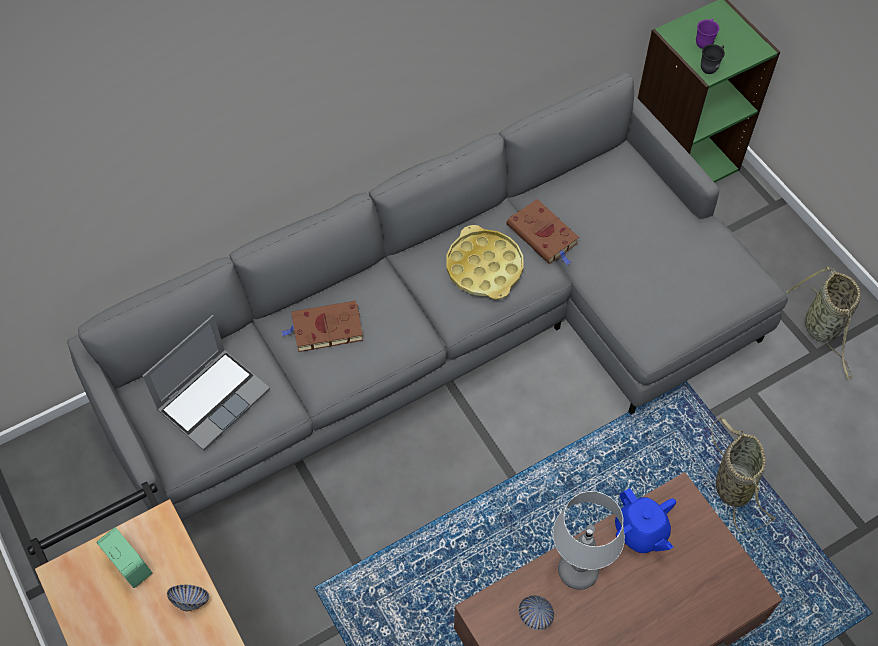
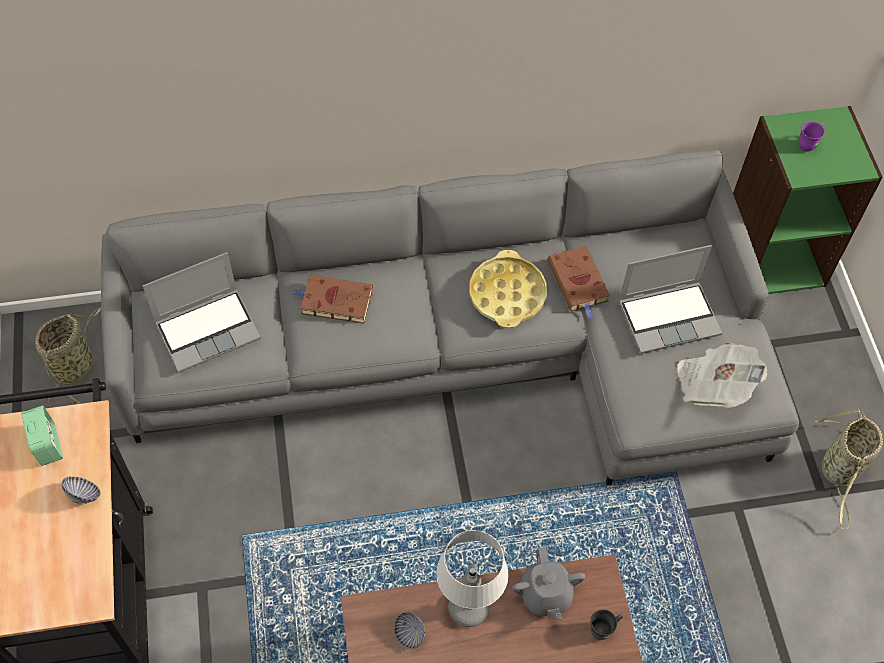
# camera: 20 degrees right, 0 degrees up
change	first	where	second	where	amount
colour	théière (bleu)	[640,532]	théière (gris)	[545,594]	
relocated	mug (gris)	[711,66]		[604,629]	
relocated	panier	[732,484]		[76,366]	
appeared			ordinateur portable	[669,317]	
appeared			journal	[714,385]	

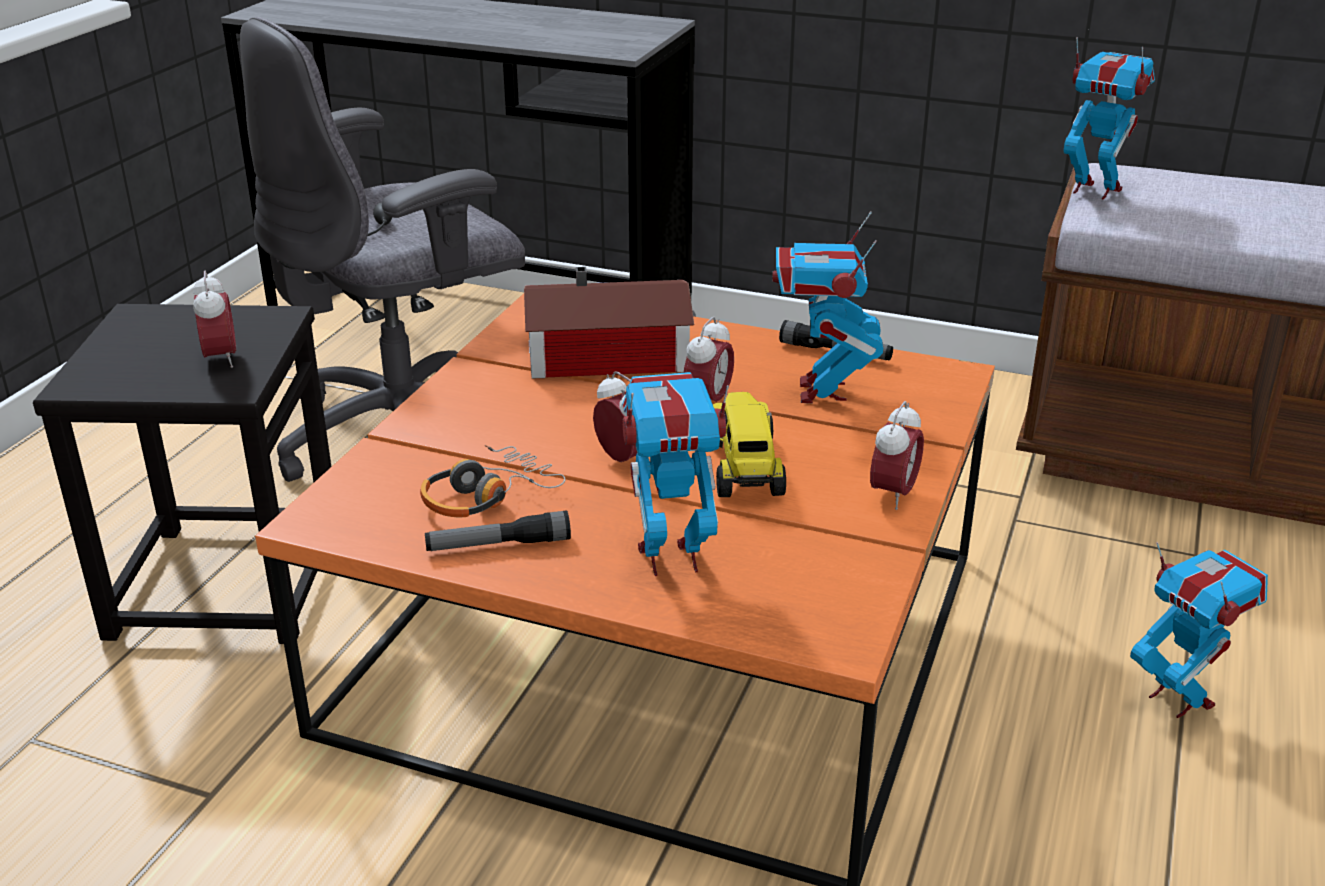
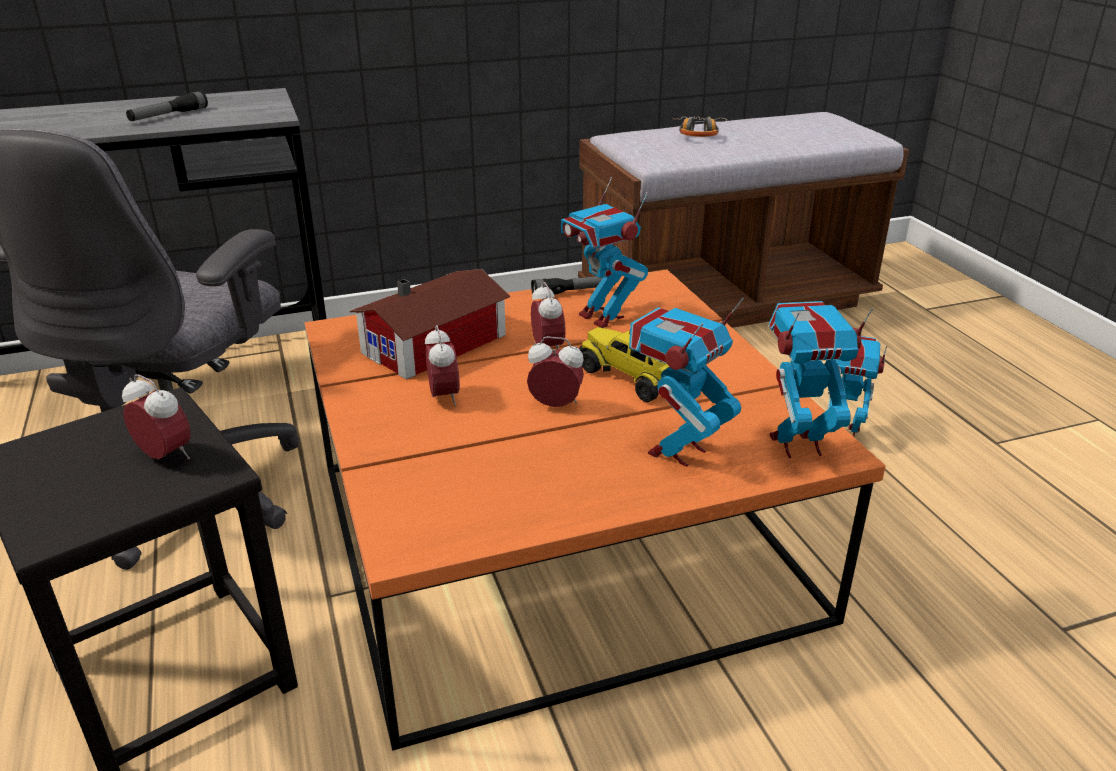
# camera: 40 degrees left, 0 degrees up
change	first	where	second	where	amount
relocated	casque audio	[487,495]		[698,134]	
relocated	lampe de poche	[498,545]		[168,115]	
relocated	réveil	[893,494]		[444,397]	
relocated	robot jouet	[1094,190]		[797,444]	

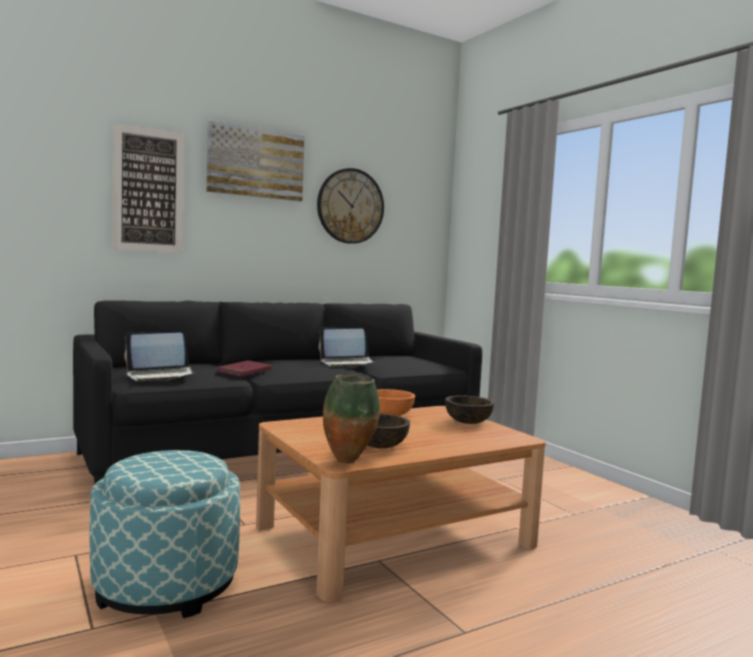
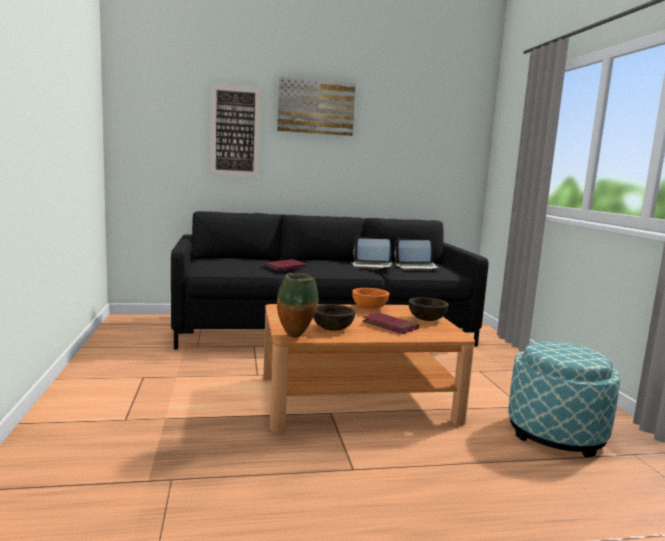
# camera: 20 degrees right, 5 degrees up
change	first	where	second	where	amount
relocated	pouf	[166,585]		[556,433]	
relocated	ordinateur portable	[160,375]		[416,267]	
missing	horloge murale	[350,206]			
appeared			livre (rouge)	[390,326]	

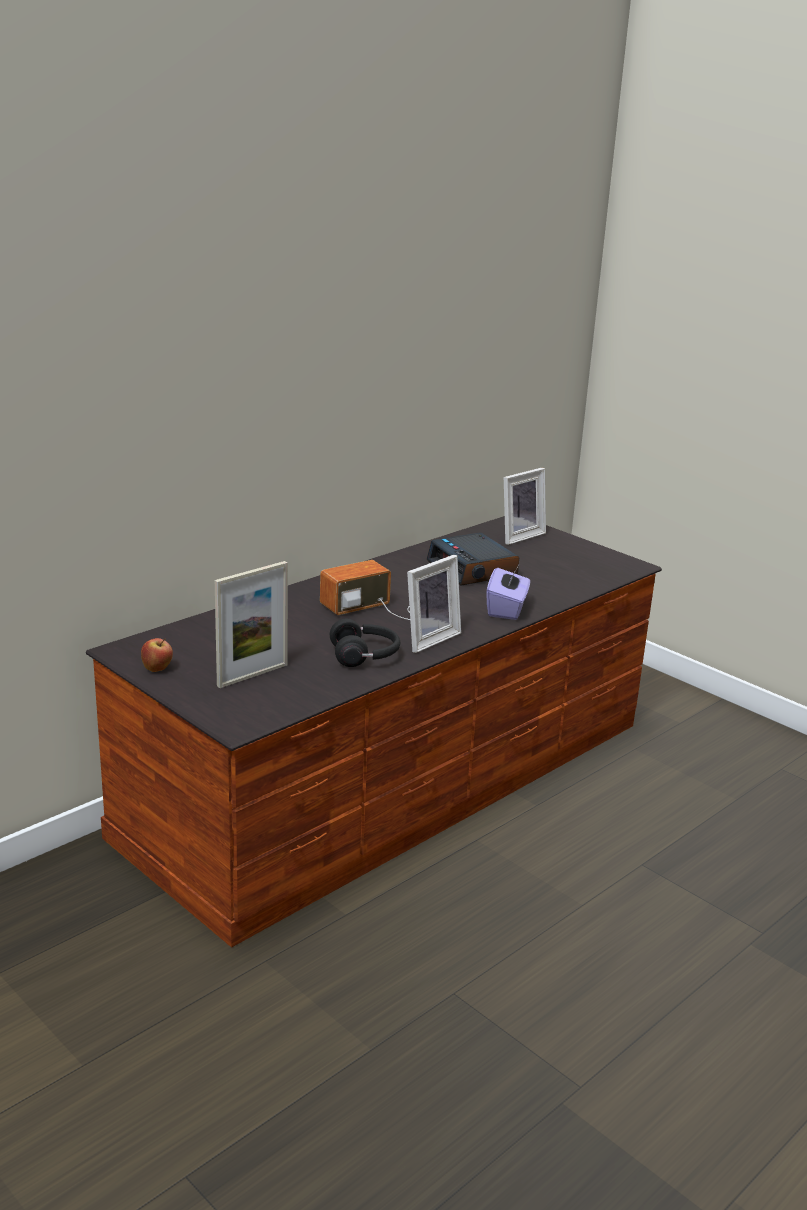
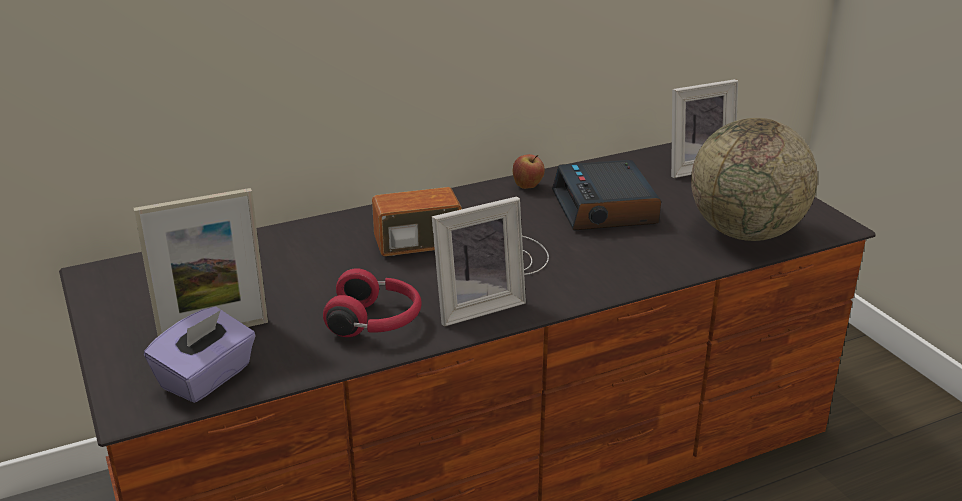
# camera: 20 degrees right, 5 degrees up
change	first	where	second	where	amount
relocated	pomme	[157,669]		[528,186]	
colour	casque audio (noir)	[365,656]	casque audio (rouge)	[376,322]	
relocated	boîte à mouchoirs (violet)	[507,609]		[207,378]	
appeared			globe	[745,233]	

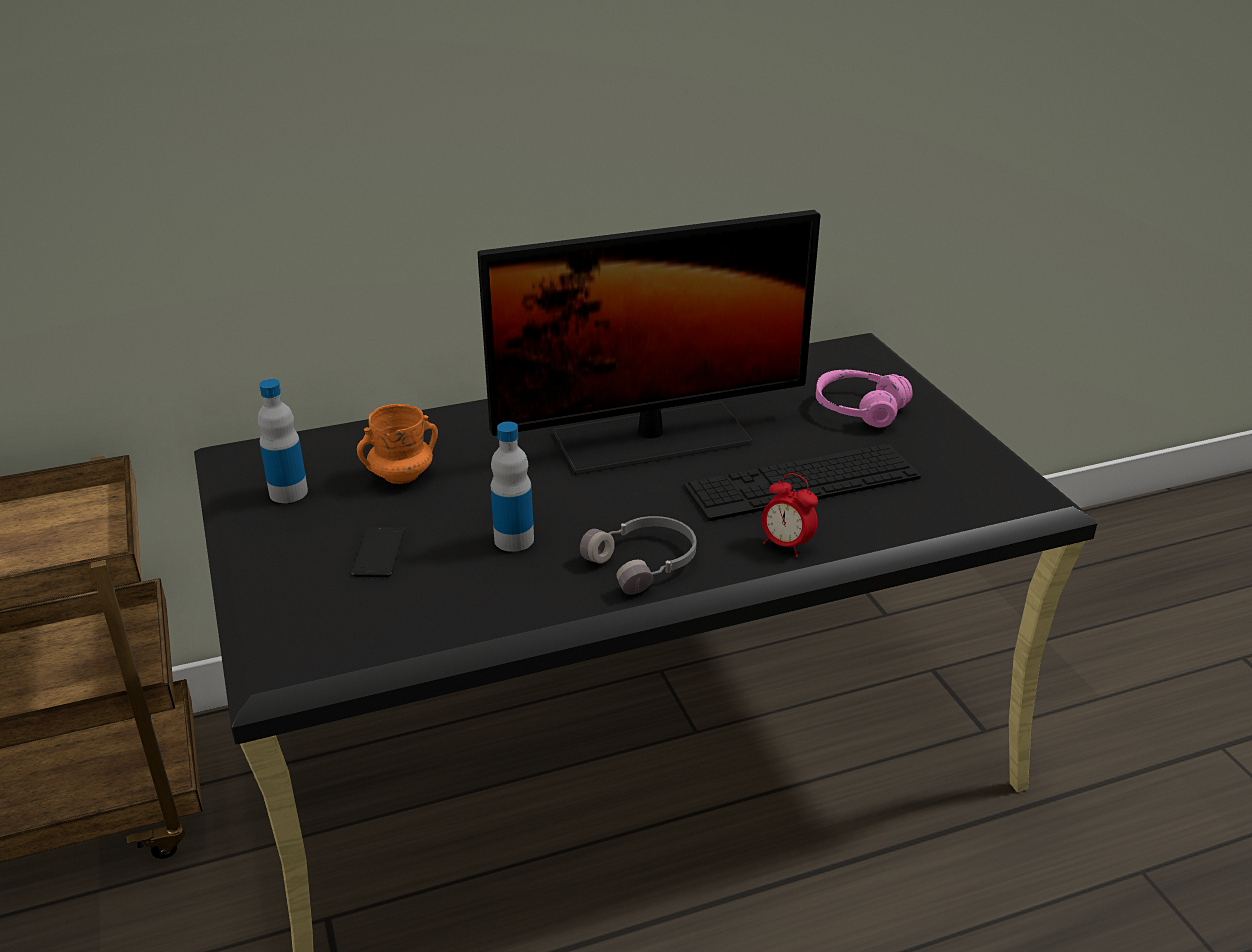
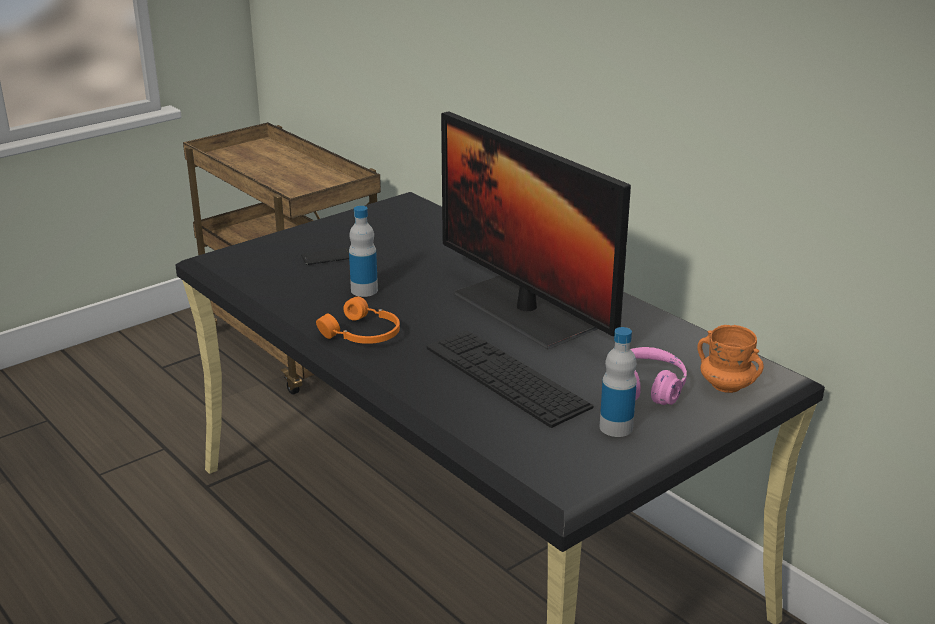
# camera: 70 degrees right, 5 degrees down
change	first	where	second	where	amount
relocated	bouteille	[288,492]		[616,427]	
relocated	mug (orange)	[401,476]		[726,386]	
colour	casque audio (gris)	[645,563]	casque audio (orange)	[362,335]	
missing	réveil	[786,545]			

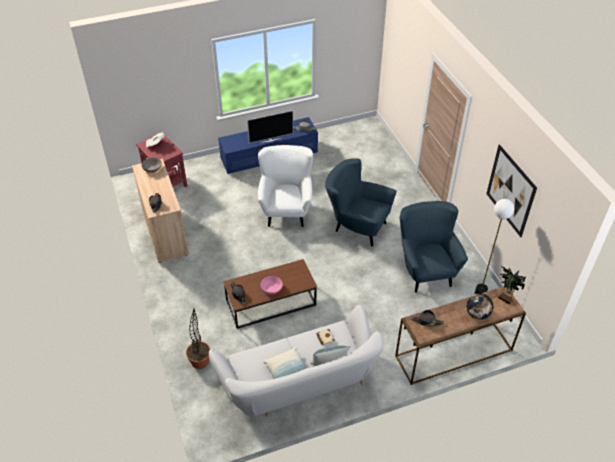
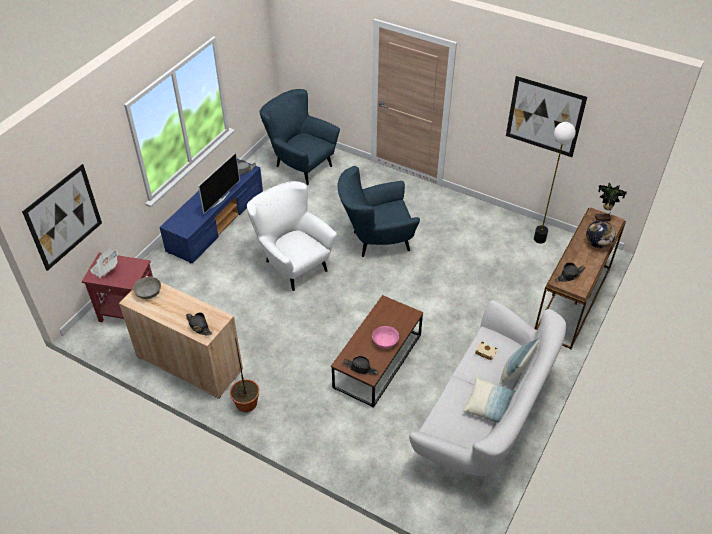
# camera: 40 degrees left, 0 degrees up
change	first	where	second	where	amount
relocated	plante en pot	[200,361]		[246,403]	
relocated	fauteuil (bleu)	[425,269]		[300,165]	
appeared			tableau	[64,217]	

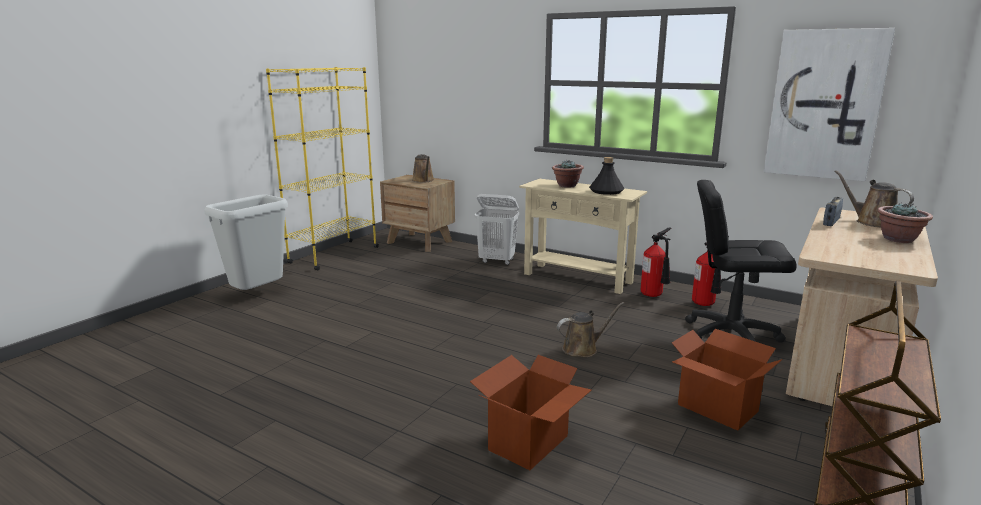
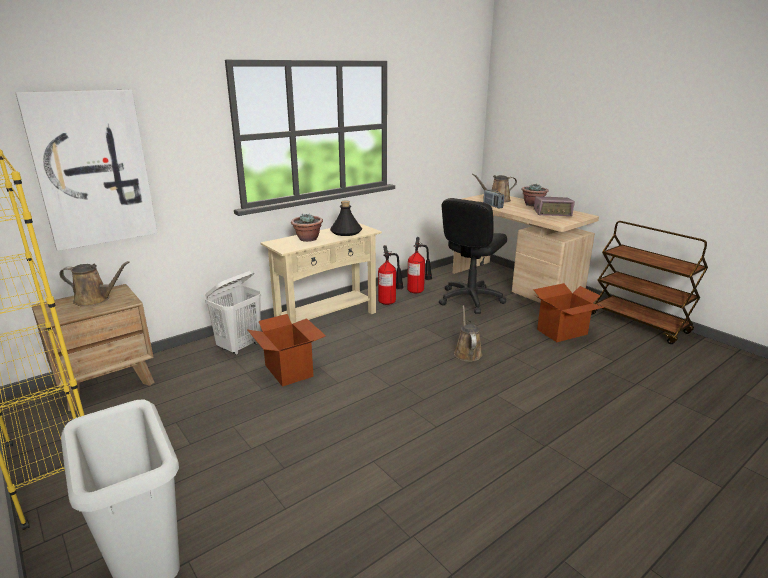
# camera: 70 degrees left, 5 degrees up
change	first	where	second	where	amount
relocated	carton	[529,443]		[289,370]	
relocated	tableau	[824,105]		[93,169]	
appeared			radio	[552,214]	

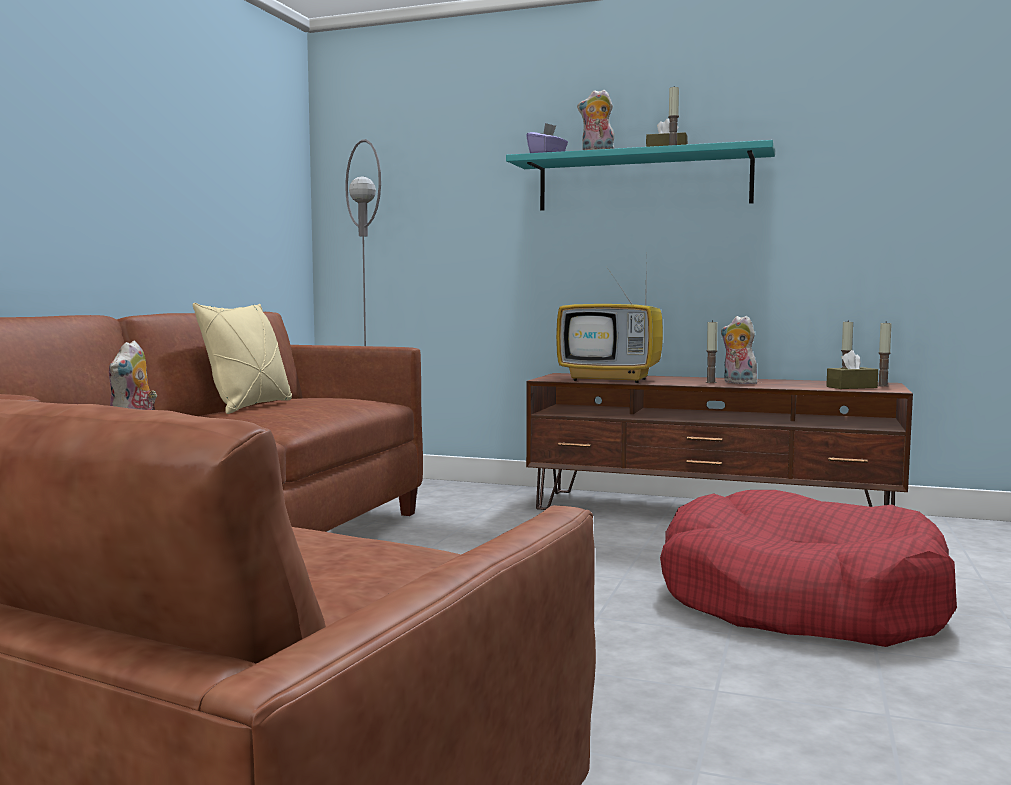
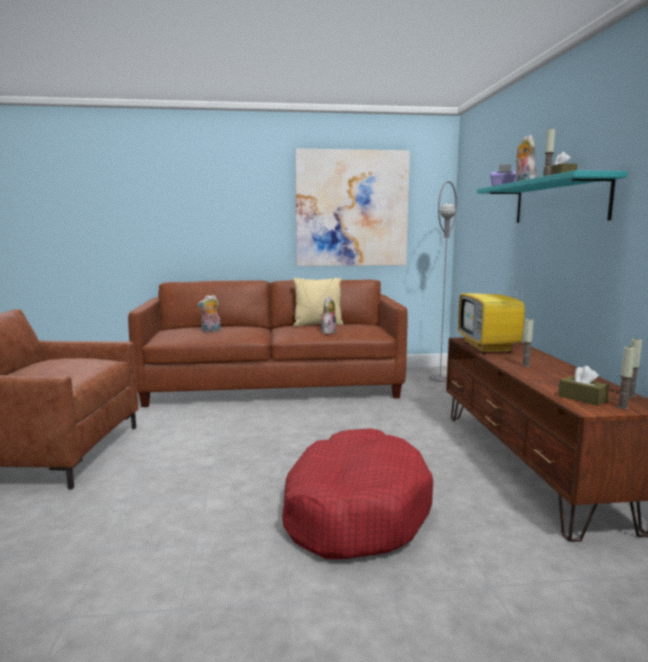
# camera: 65 degrees right, 5 degrees up
change	first	where	second	where	amount
relocated	peluche	[737,383]		[328,332]	
appeared			tableau	[351,209]	

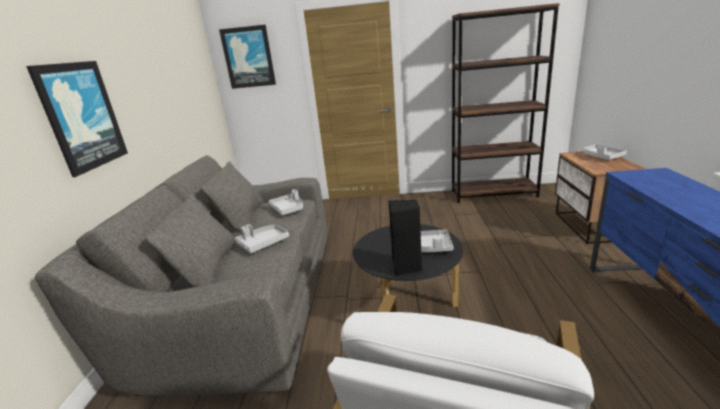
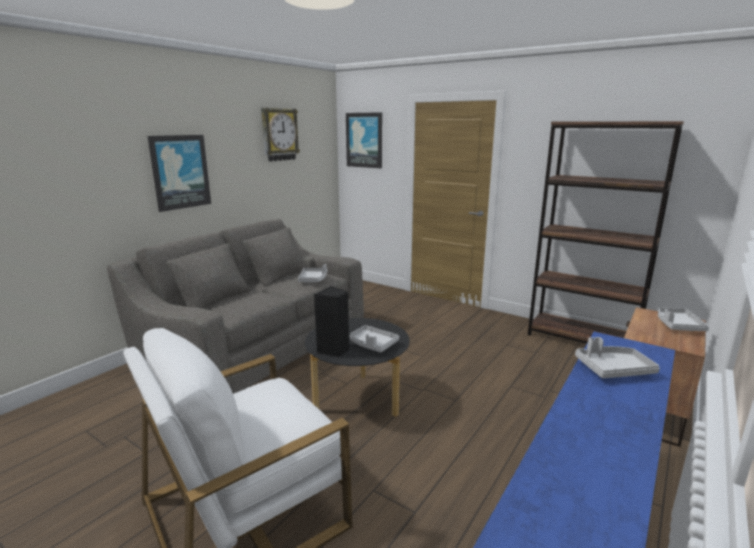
# camera: 30 degrees right, 5 degrees down
change	first	where	second	where	amount
relocated	plateau (gris)	[263,243]		[613,369]	
appeared			horloge murale	[279,134]	

